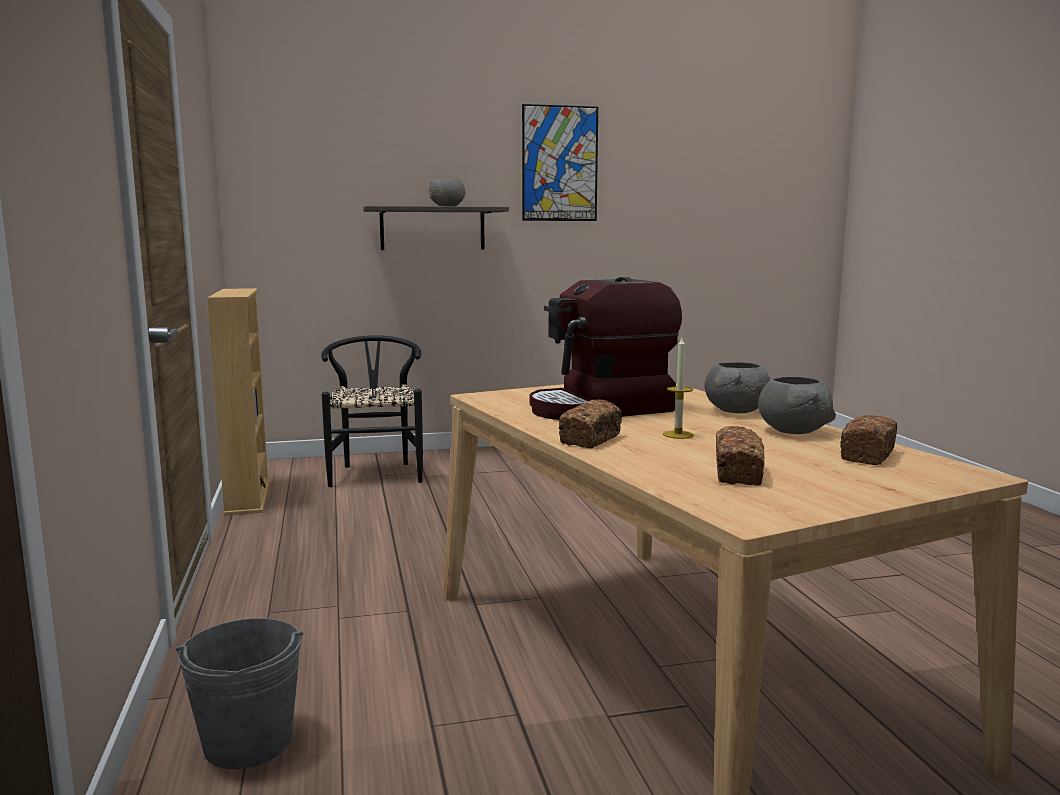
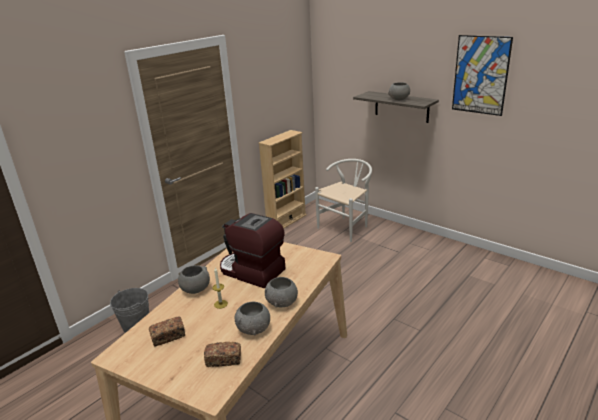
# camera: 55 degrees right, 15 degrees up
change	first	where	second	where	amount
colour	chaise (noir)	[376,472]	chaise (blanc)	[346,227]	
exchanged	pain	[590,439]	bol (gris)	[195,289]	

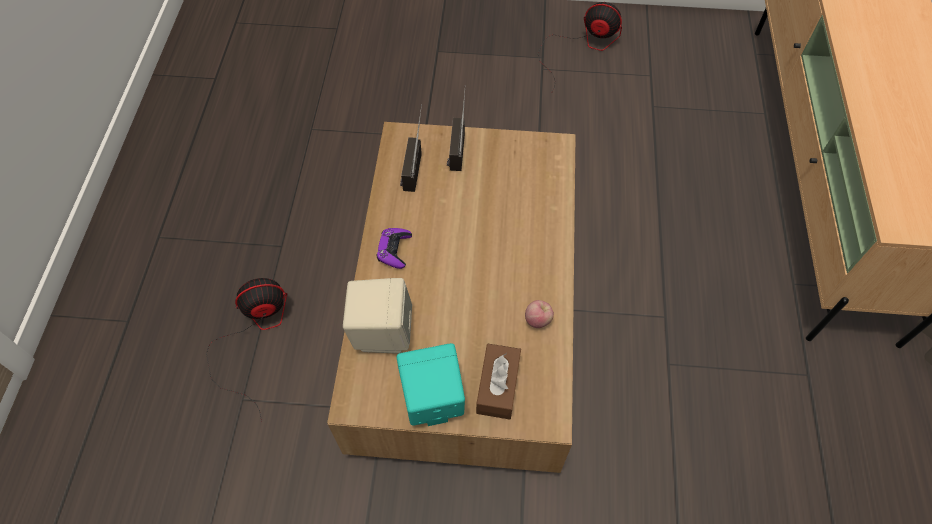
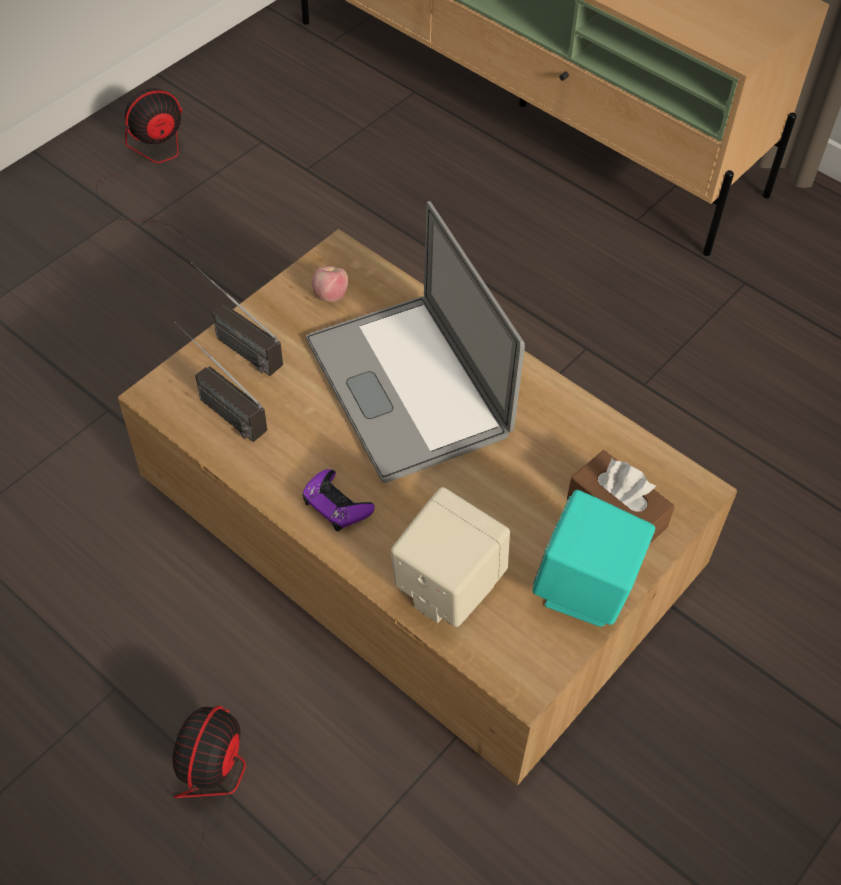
# camera: 55 degrees left, 5 degrees down
change	first	where	second	where	amount
relocated	pomme	[538,320]		[330,295]	
appeared			ordinateur portable	[407,386]	

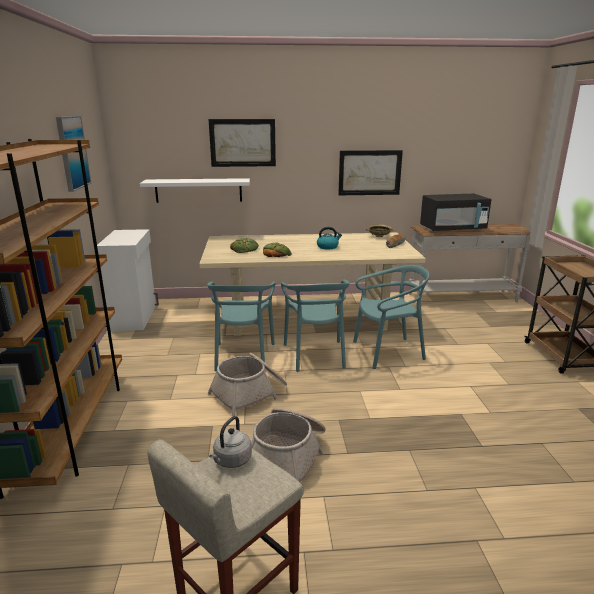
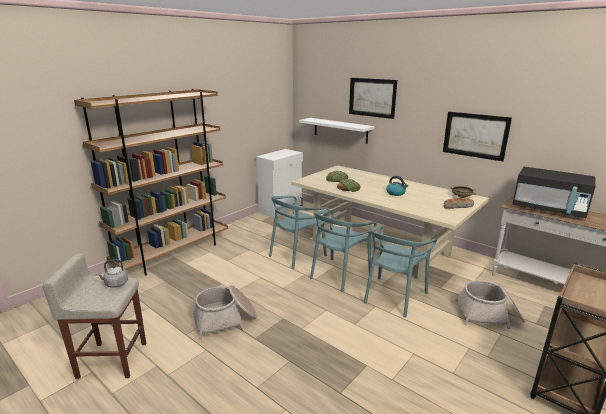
# camera: 45 degrees right, 0 degrees up
change	first	where	second	where	amount
missing	tableau	[72,152]			
relocated	panier	[250,393]		[489,315]	
spun	chaise (turquoise)	[388,352]		[394,296]	90 degrees clockwise

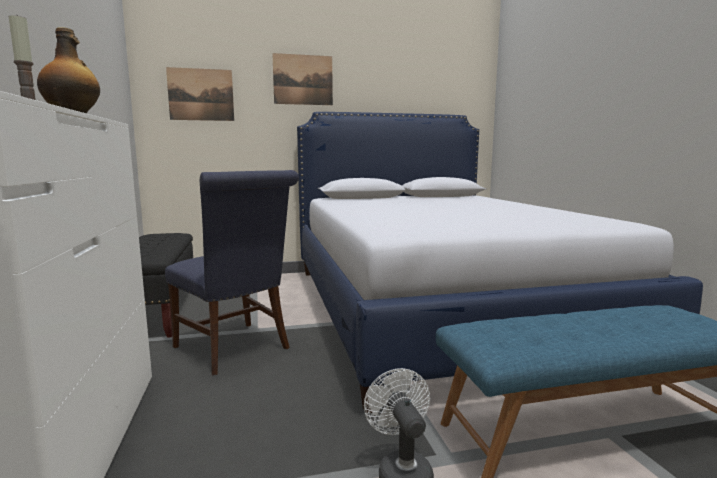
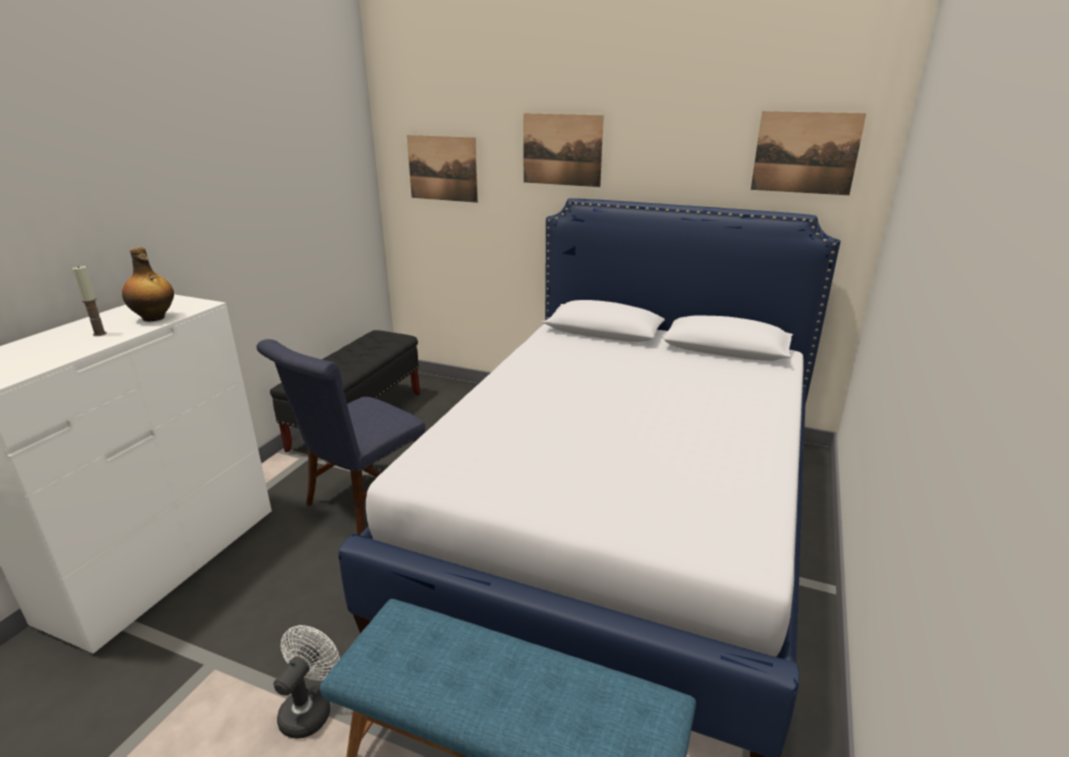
# camera: 35 degrees right, 15 degrees up
change	first	where	second	where	amount
spun	chaise (bleu)	[236,349]		[361,502]	45 degrees clockwise
appeared			tableau	[805,153]	

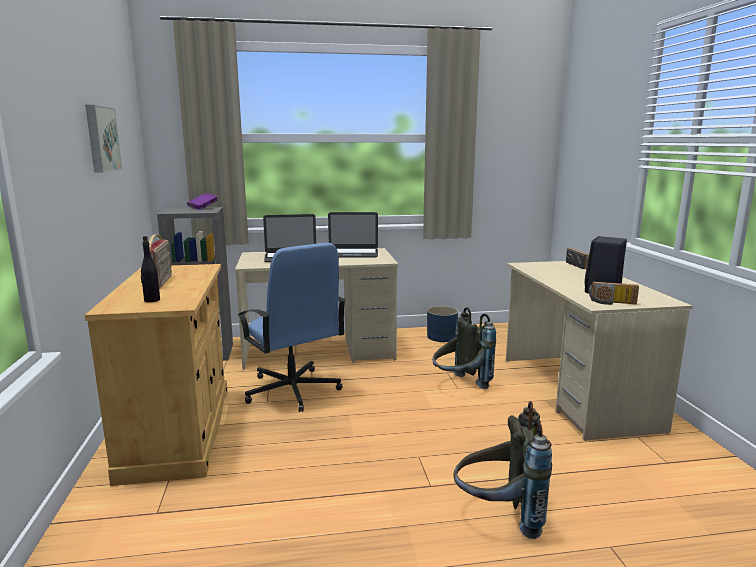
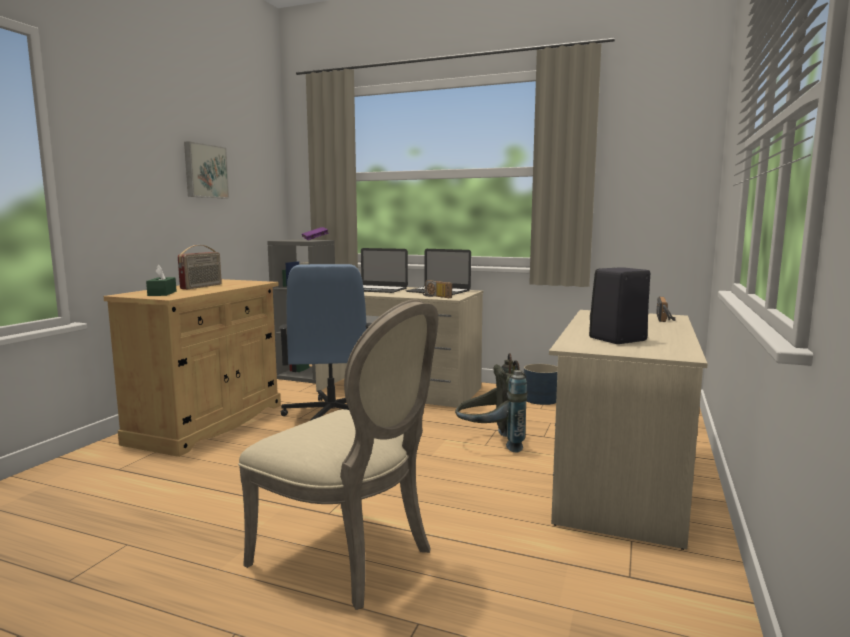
# camera: 30 degrees right, 5 degrees down
change	first	where	second	where	amount
exchanged	bouteille (noir)	[151,300]	boîte à mouchoirs (vert)	[162,293]	
exchanged	sac à dos (gris)	[498,516]	chaise (beige)	[350,556]	
relocated	radio	[612,303]		[435,296]	

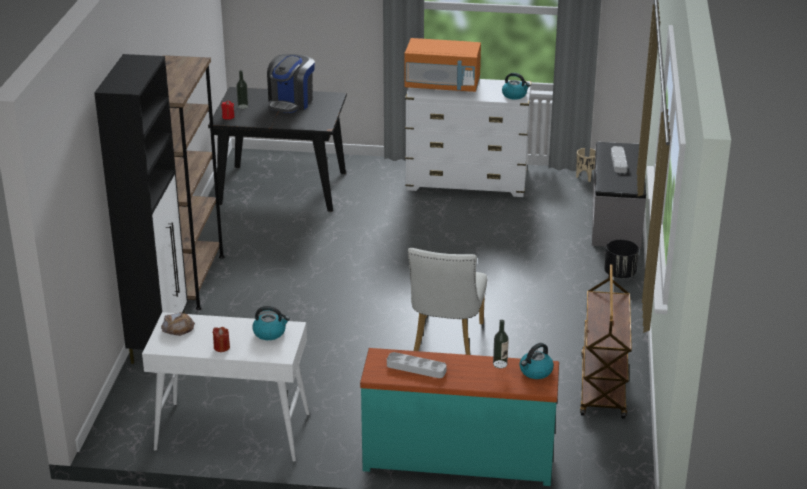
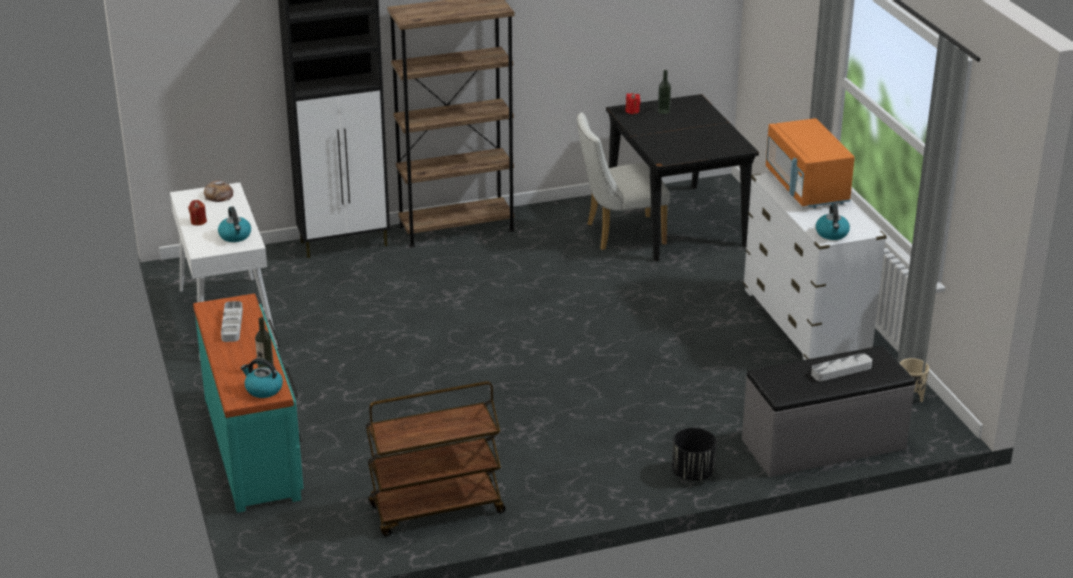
# camera: 65 degrees right, 0 degrees up
change	first	where	second	where	amount
missing	machine à café	[291,102]			
relocated	chaise (blanc)	[446,341]		[619,234]	

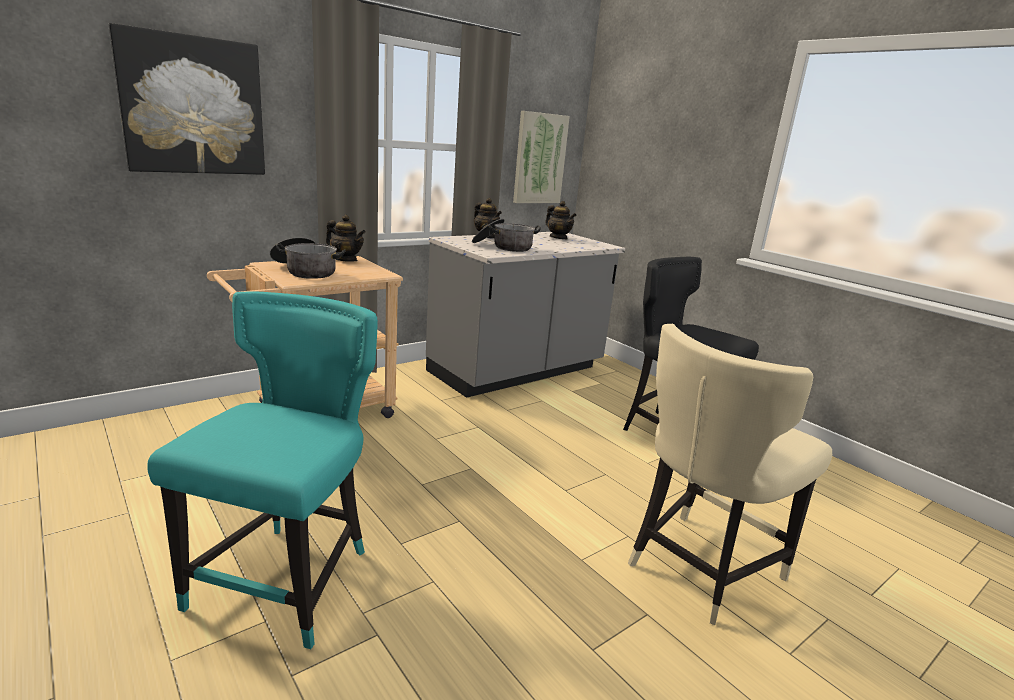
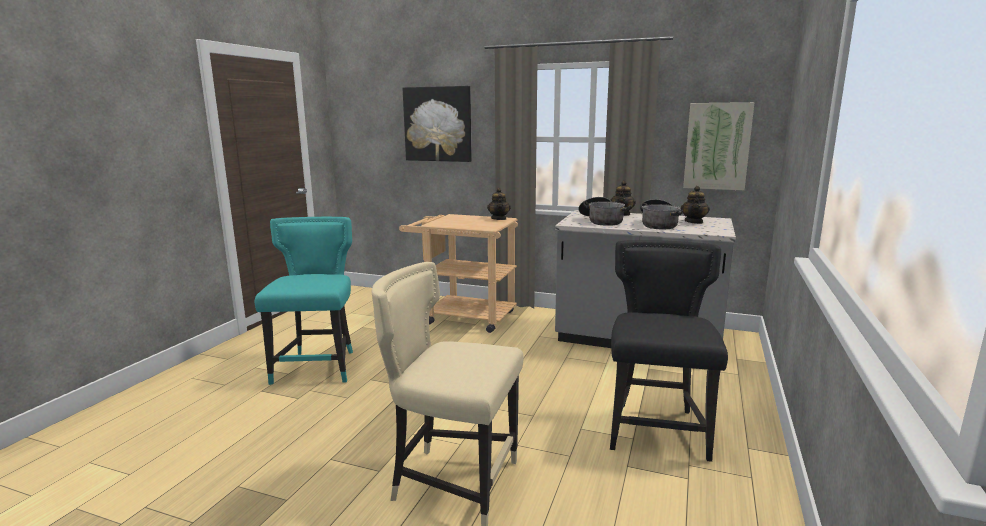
# camera: 60 degrees right, 5 degrees down
change	first	where	second	where	amount
spun	chaise (turquoise)	[287,579]		[318,366]	75 degrees counterclockwise
relocated	marmite	[305,271]		[658,224]	

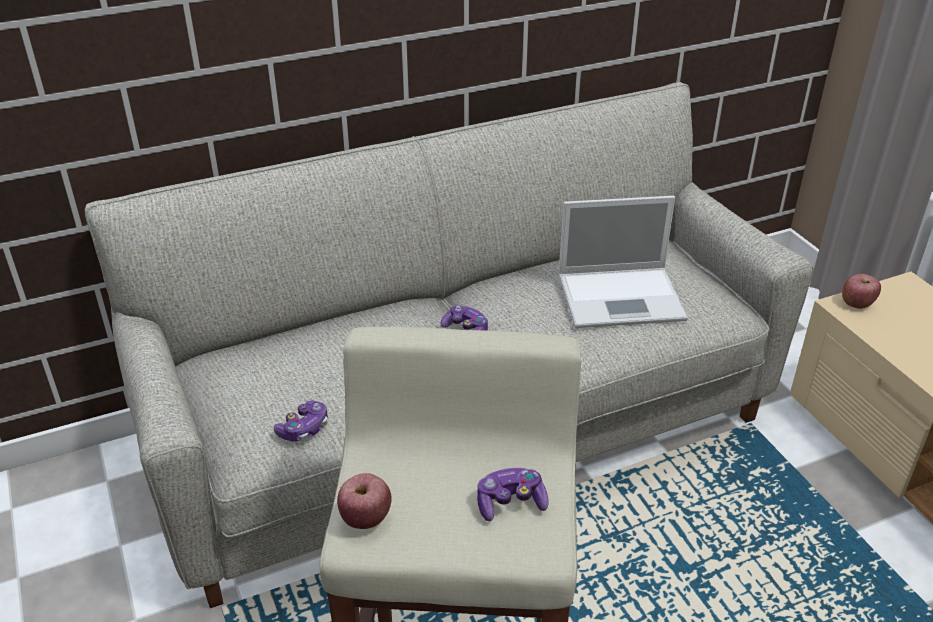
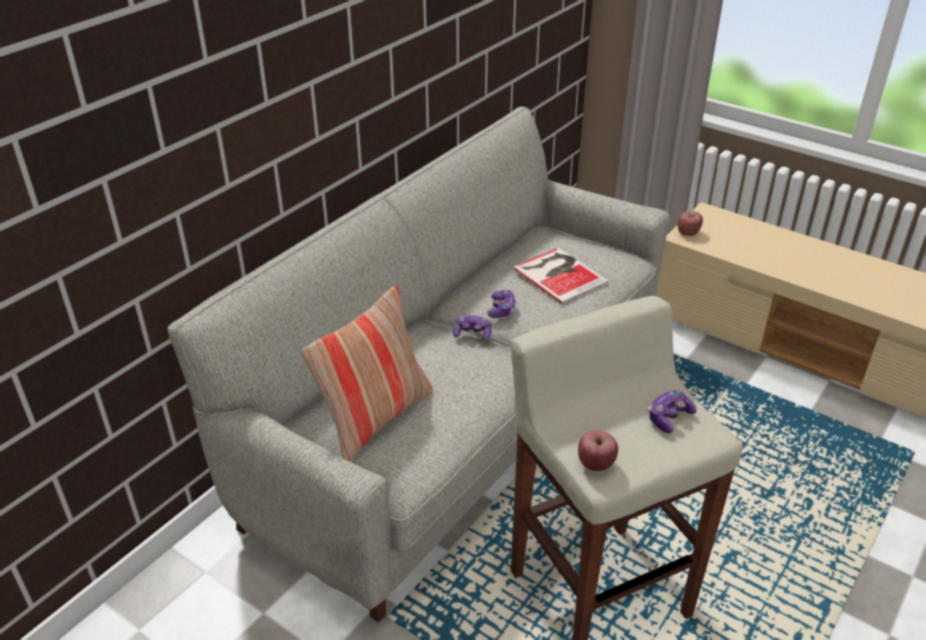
# camera: 30 degrees left, 0 degrees up
change	first	where	second	where	amount
relocated	manette	[304,429]		[501,310]	
exchanged	ordinateur portable	[623,297]	livre	[559,274]	
appeared			coussin	[376,418]	

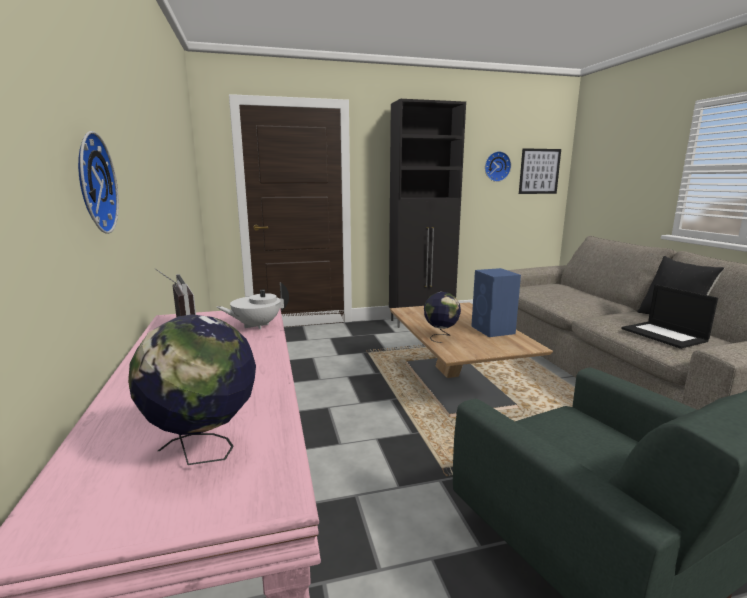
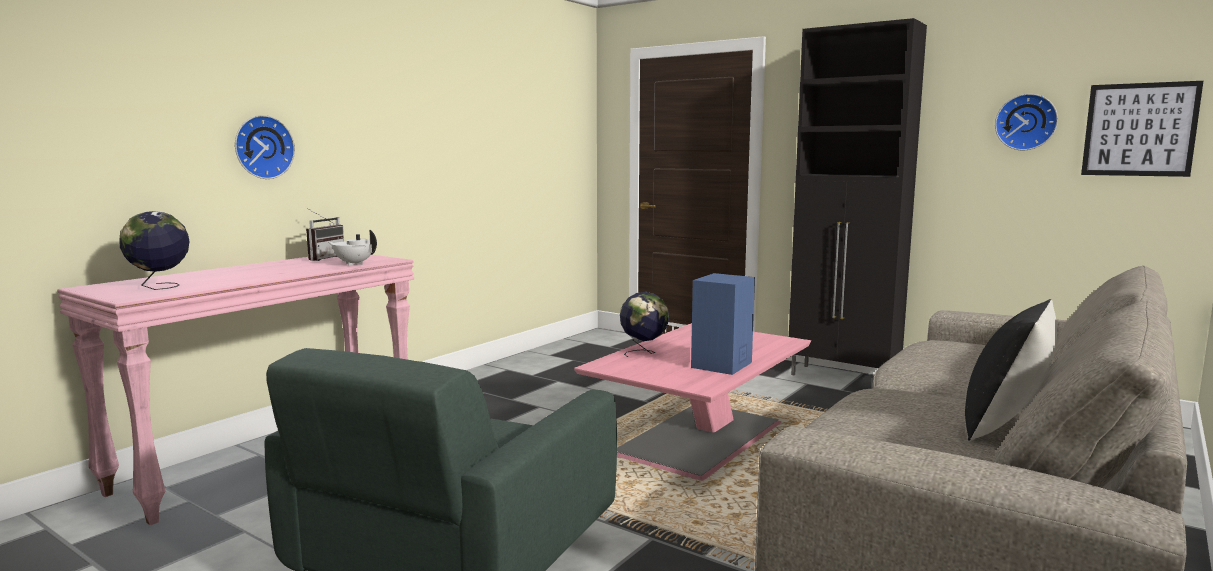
# camera: 50 degrees right, 5 degrees down
change	first	where	second	where	amount
colour	table basse (marron)	[457,384]	table basse (rose)	[698,440]	
missing	ordinateur portable	[664,335]			

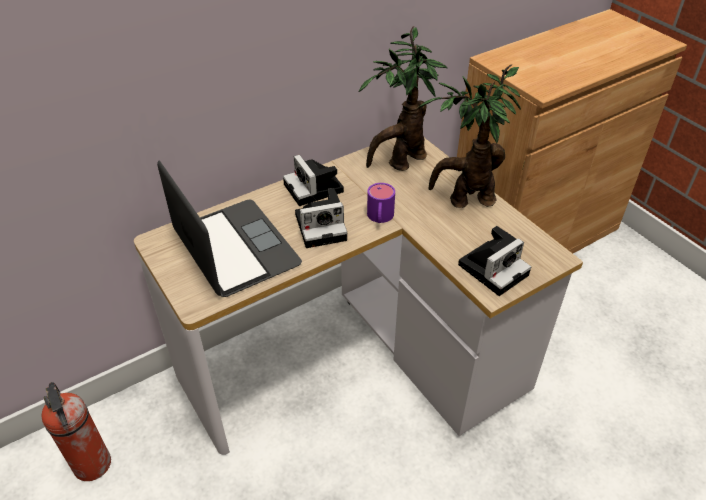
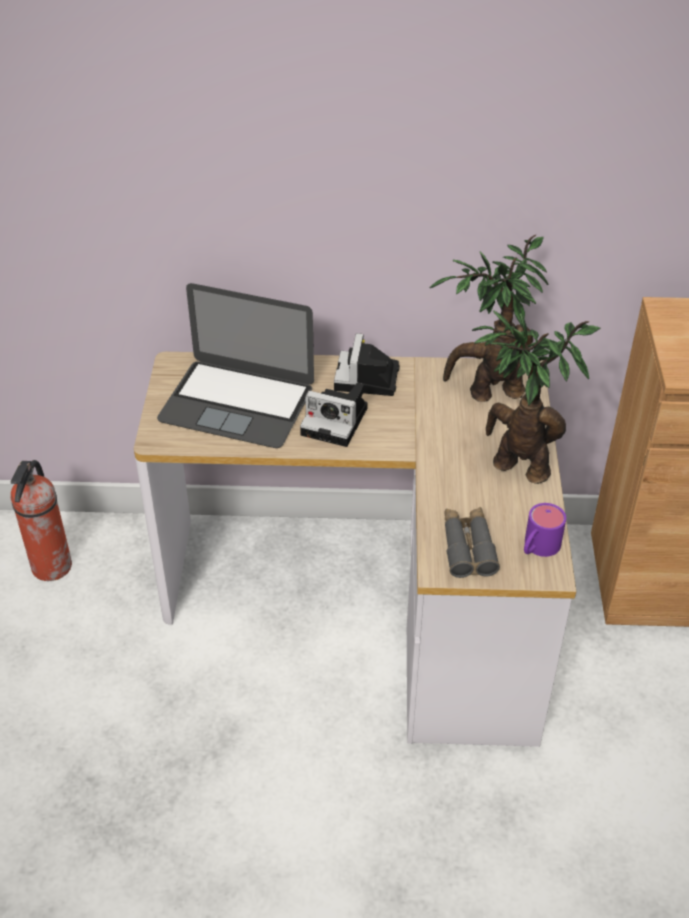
# camera: 35 degrees right, 0 degrees up
change	first	where	second	where	amount
spun	ordinateur portable	[235,247]		[237,403]	105 degrees clockwise
relocated	mug (violet)	[380,218]		[537,548]	
exchanged	appareil photo	[494,268]	jumelles (gris)	[468,547]	

